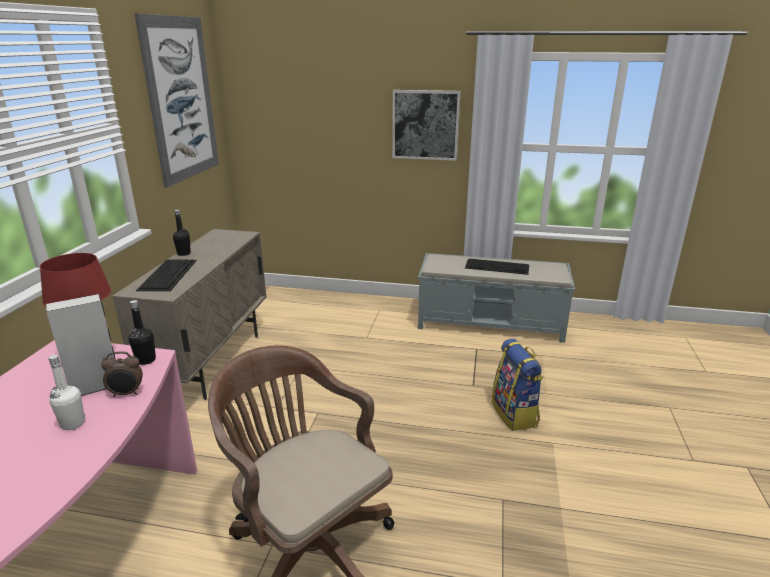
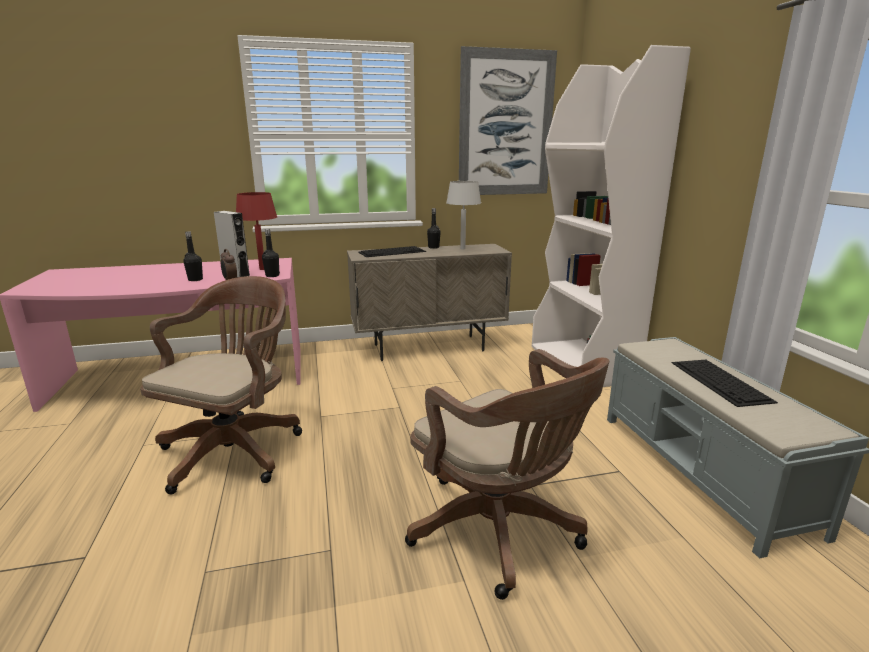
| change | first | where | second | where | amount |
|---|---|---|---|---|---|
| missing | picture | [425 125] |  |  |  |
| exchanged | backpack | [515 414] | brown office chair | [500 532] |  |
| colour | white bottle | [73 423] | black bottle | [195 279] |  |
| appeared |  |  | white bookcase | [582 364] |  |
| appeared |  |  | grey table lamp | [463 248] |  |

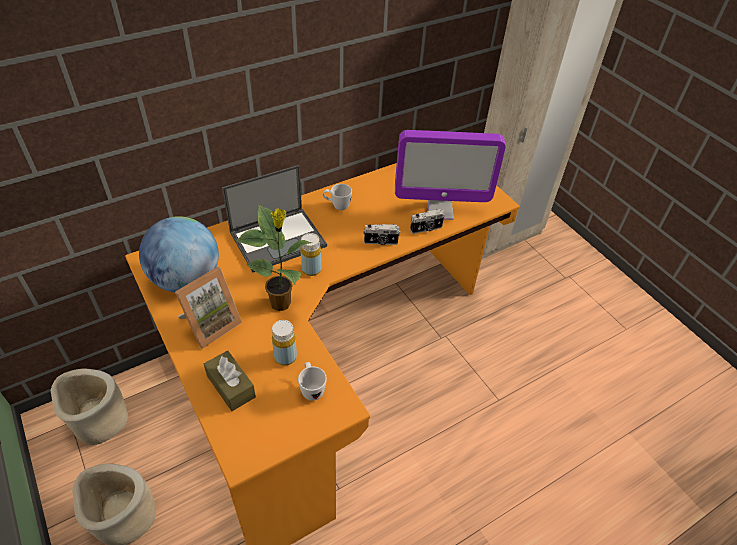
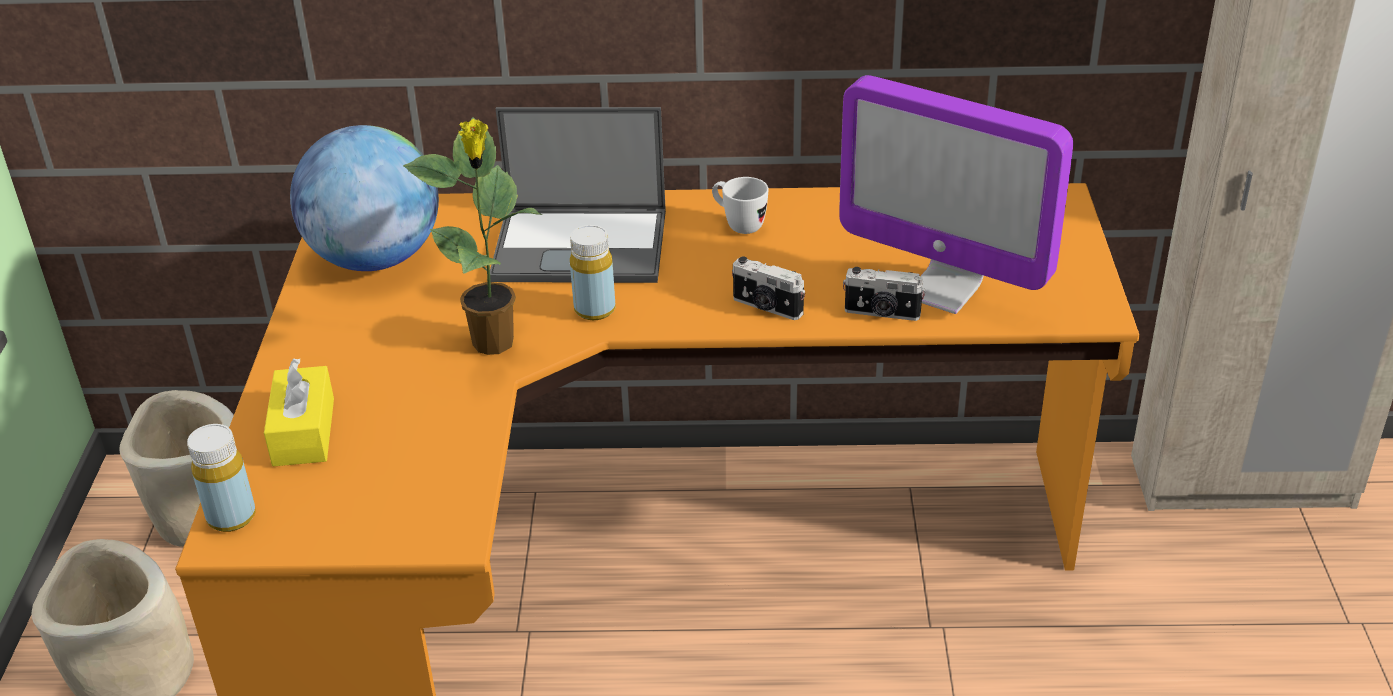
| change | first | where | second | where | amount |
|---|---|---|---|---|---|
| missing | picture frame | [210 324] |  |  |  |
| relocated | yellow bottle | [285 357] |  | [231 517] |  |
| colour | brown tissue box | [231 386] | yellow tissue box | [303 432] |  |
| missing | white mug | [311 389] |  |  |  |

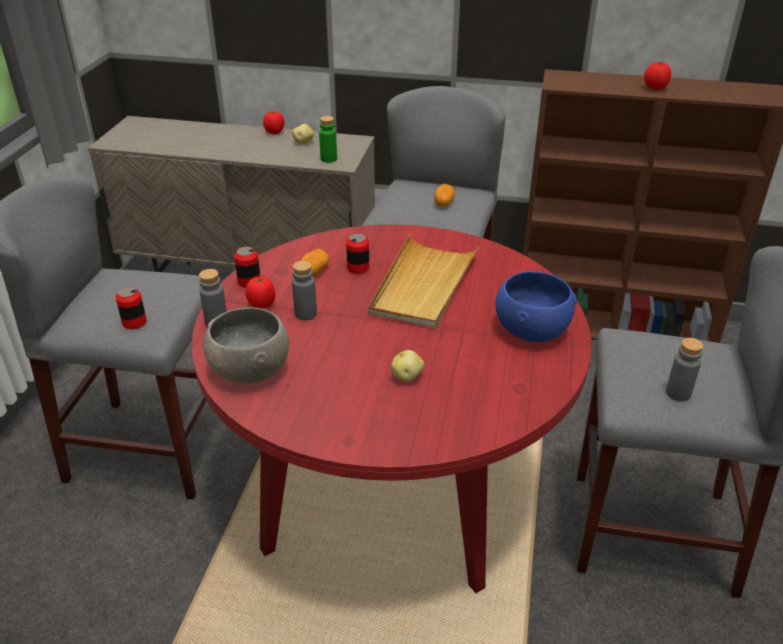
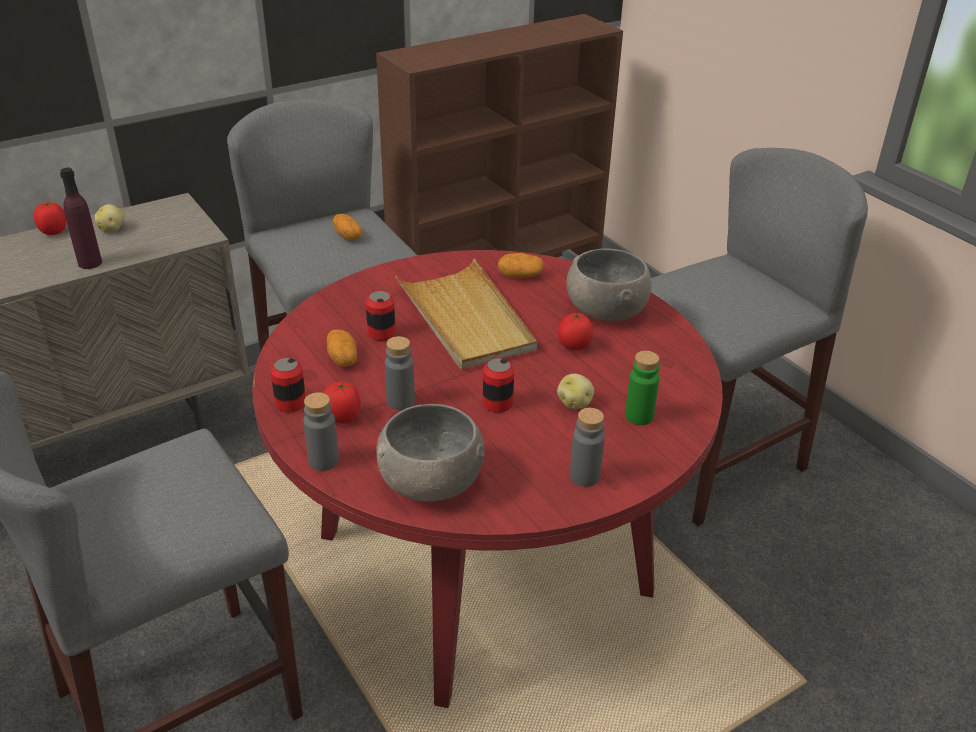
| change | first | where | second | where | amount |
|---|---|---|---|---|---|
| relocated | tomato | [654 88] |  | [573 347] |  |
| relocated | green bottle | [328 159] |  | [639 416] |  |
| colour | blue bowl | [531 329] | grey bowl | [605 310] |  |
| relocated | can | [134 322] |  | [497 403] |  |
| relocated | grey bottle | [678 393] |  | [584 476] |  |
| appeared |  |  | purple bottle | [90 263] |  |
| appeared |  |  | potato | [520 276] |  |

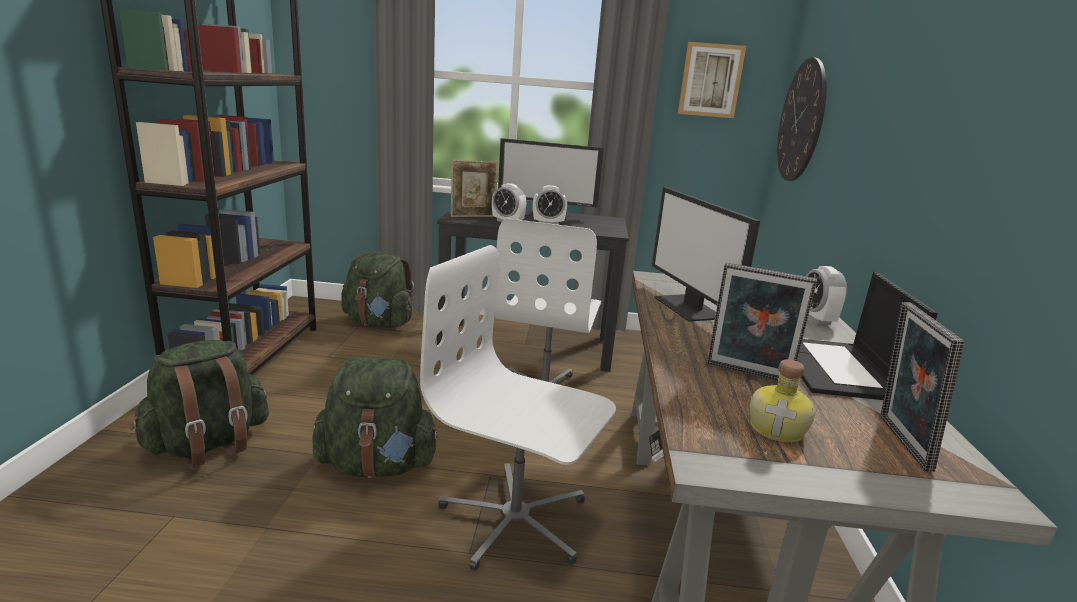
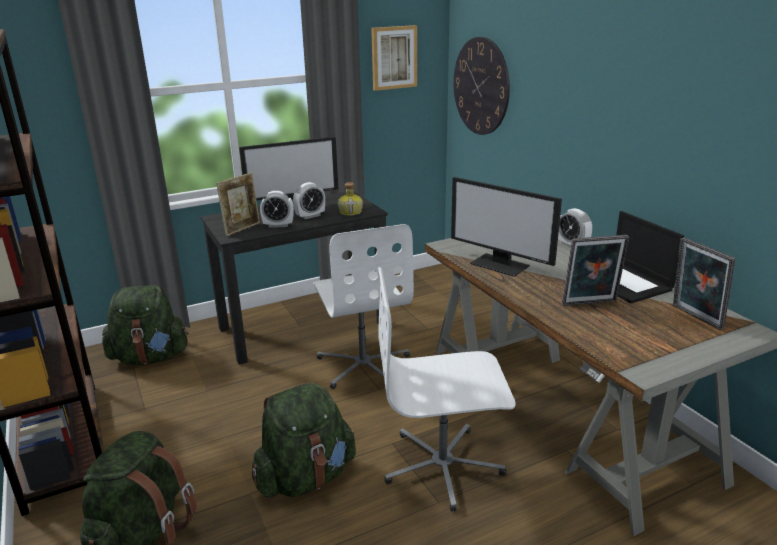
| change | first | where | second | where | amount |
|---|---|---|---|---|---|
| relocated | bottle | [778 429] |  | [351 212] |  |

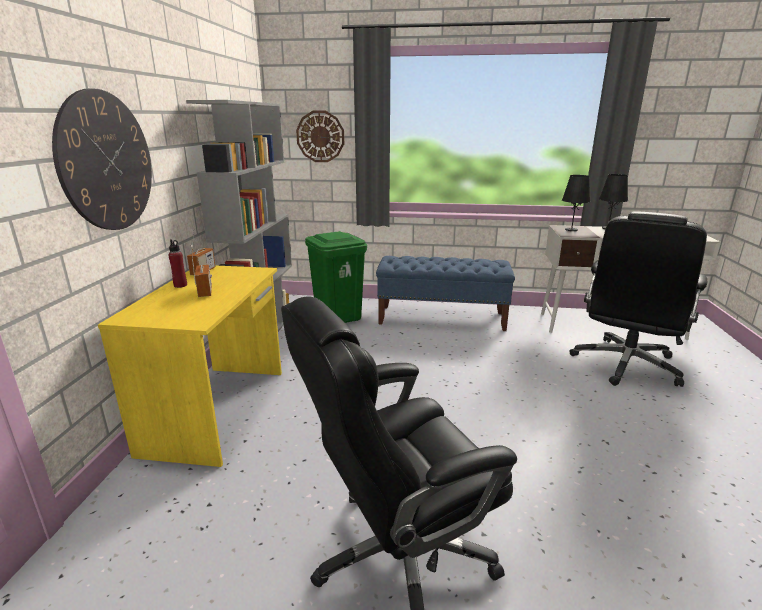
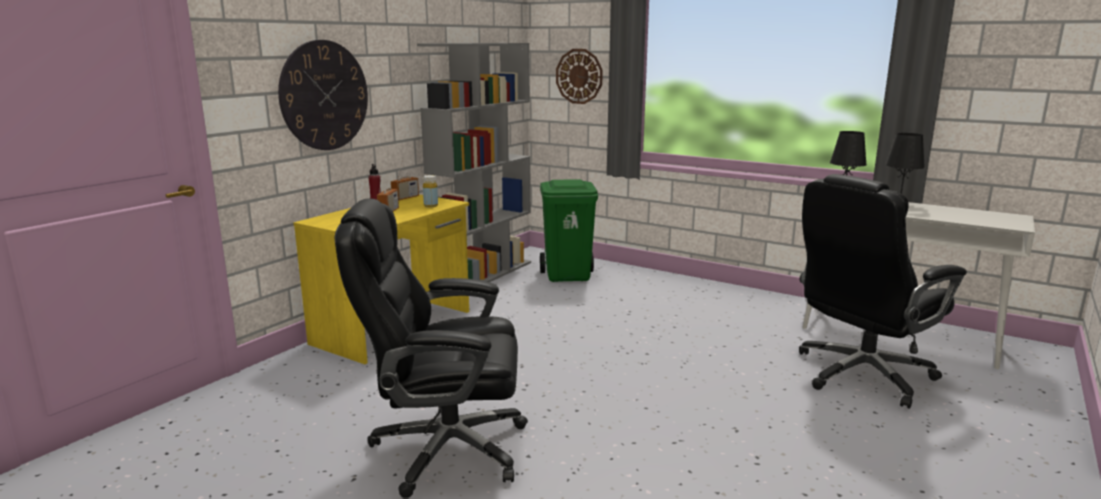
| change | first | where | second | where | amount |
|---|---|---|---|---|---|
| missing | blue bench | [442 318] |  |  |  |
| appeared |  |  | yellow bottle | [431 206] |  |

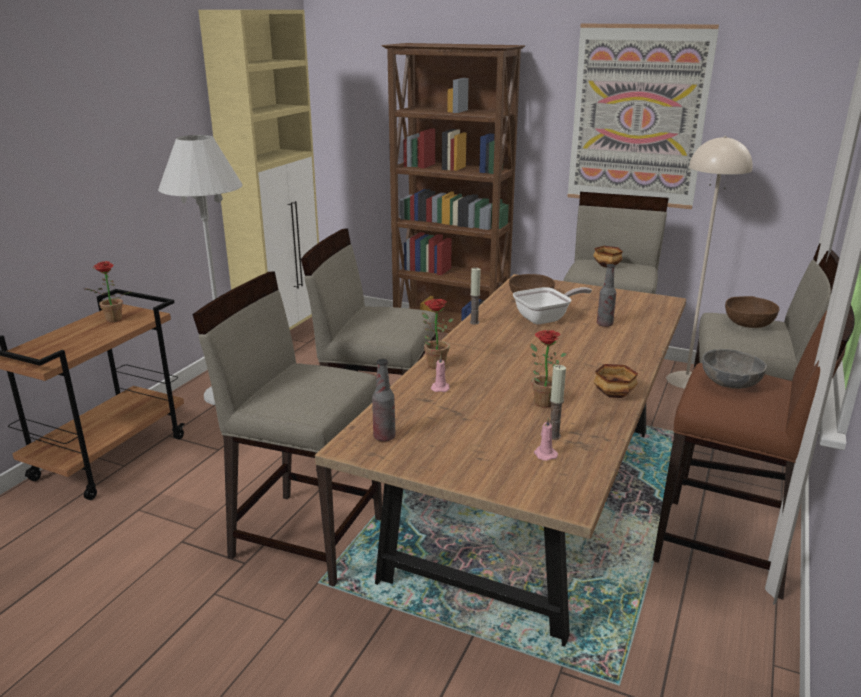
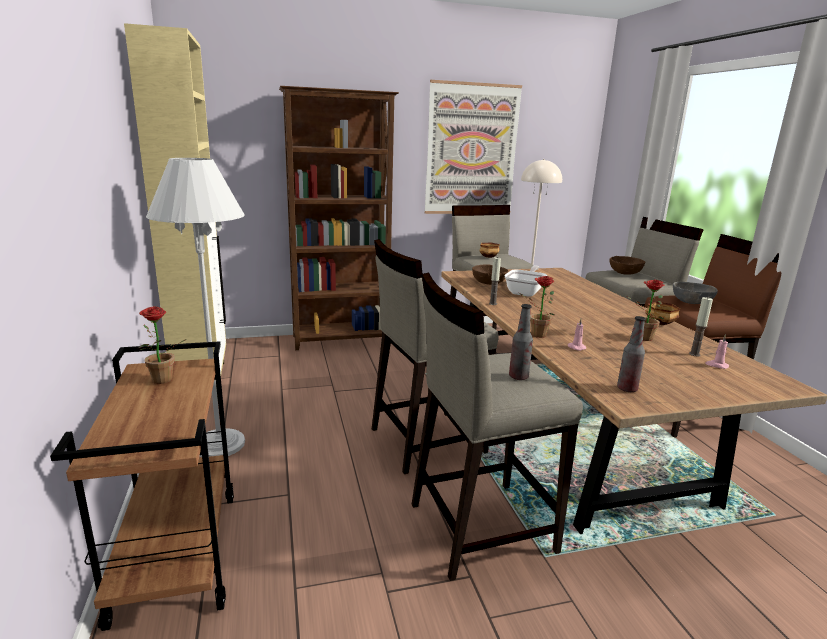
| change | first | where | second | where | amount |
|---|---|---|---|---|---|
| relocated | bottle | [604 324] |  | [518 377] |  |

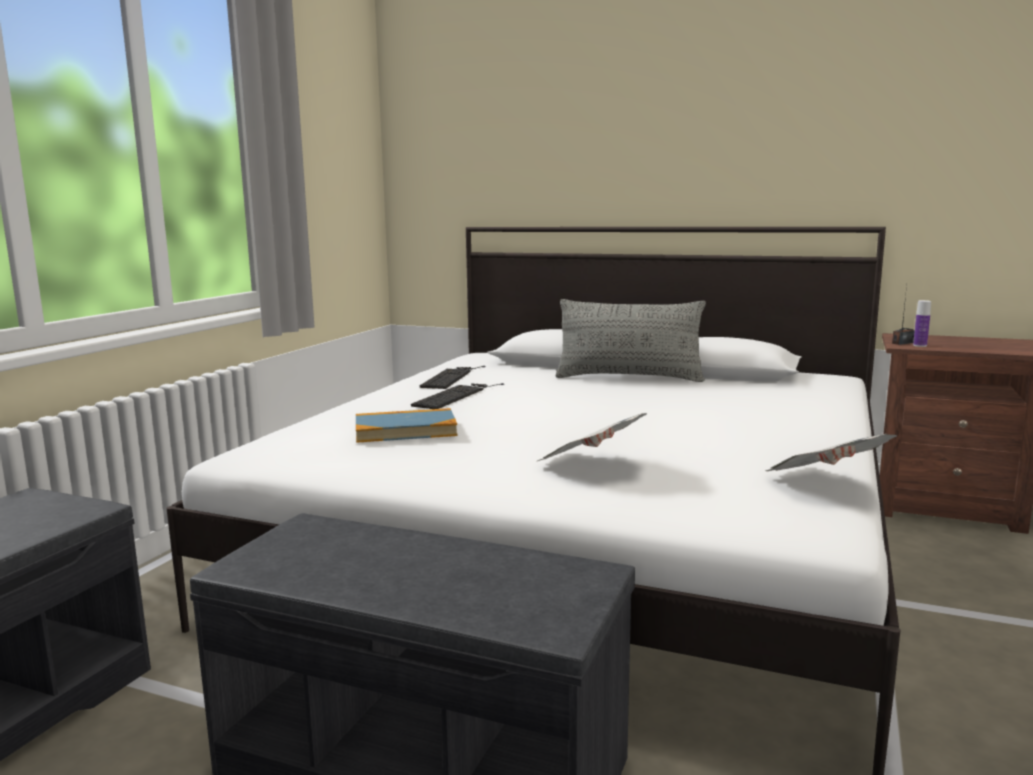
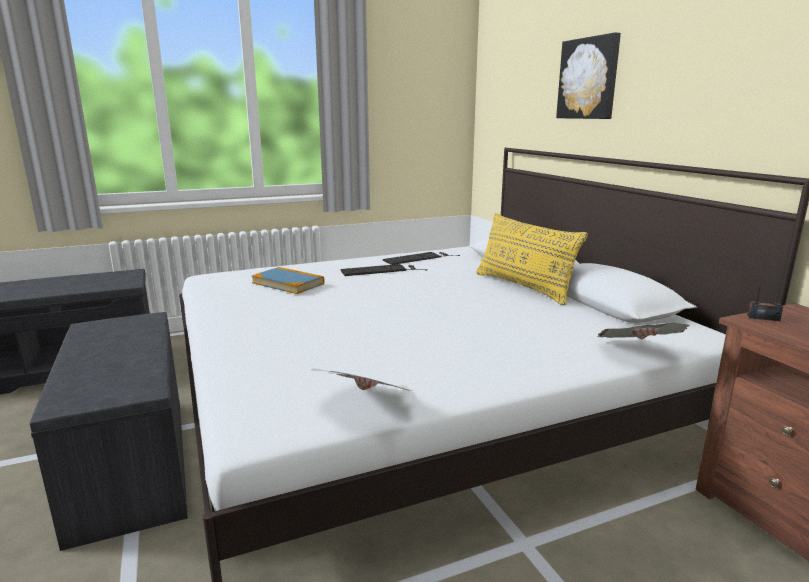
| change | first | where | second | where | amount |
|---|---|---|---|---|---|
| colour | grey pillow | [629 378] | yellow pillow | [523 287] |  |
| missing | bottle | [920 345] |  |  |  |
| relocated | newspaper | [590 466] |  | [637 352] |  |
| appeared |  |  | picture | [589 78] |  |

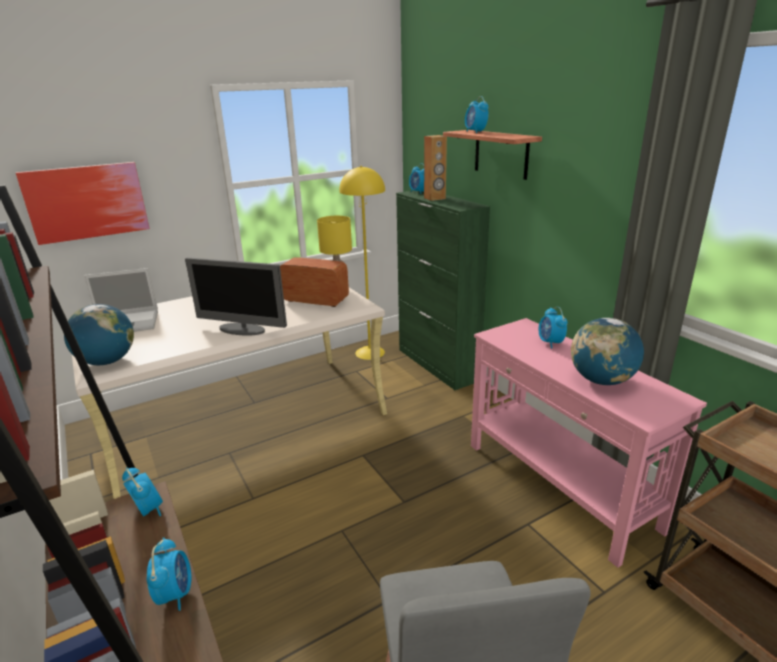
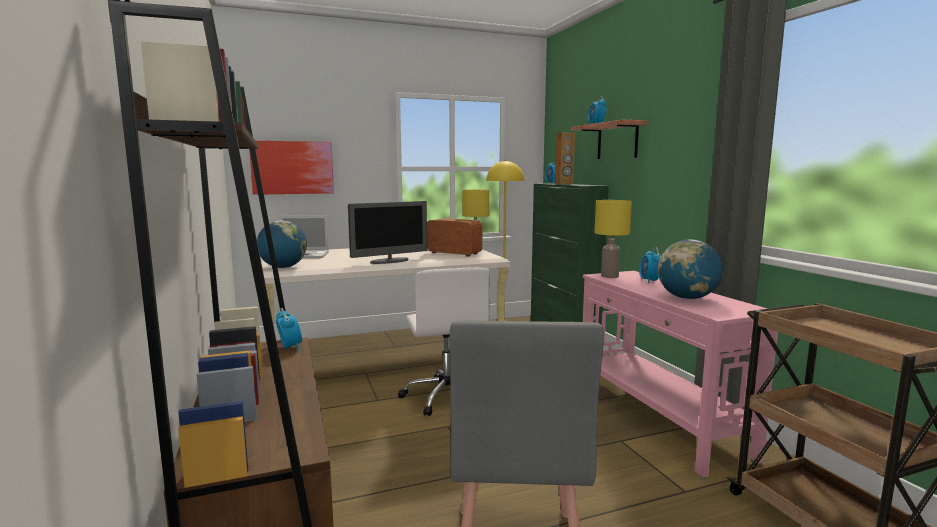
| change | first | where | second | where | amount |
|---|---|---|---|---|---|
| spun | monitor | [242 330] |  | [390 261] | 60 degrees counterclockwise |
| missing | alarm clock | [175 593] |  |  |  |
| appeared |  |  | yellow table lamp | [609 276] |  |
| appeared |  |  | white office chair | [446 396] |  |

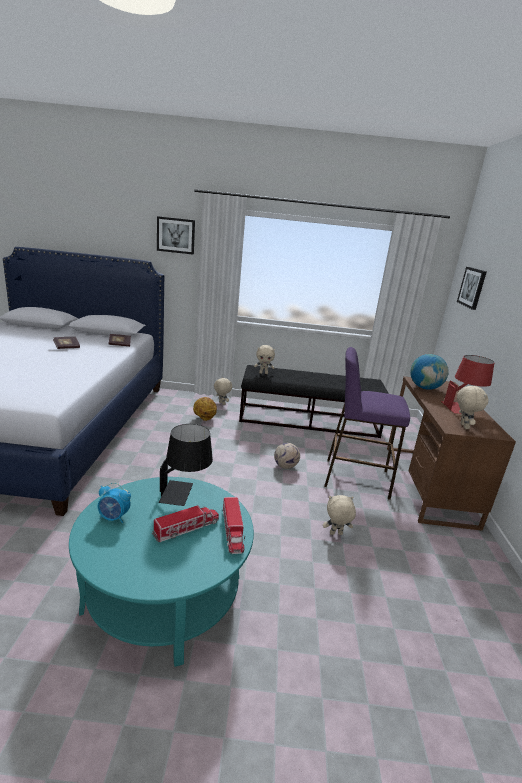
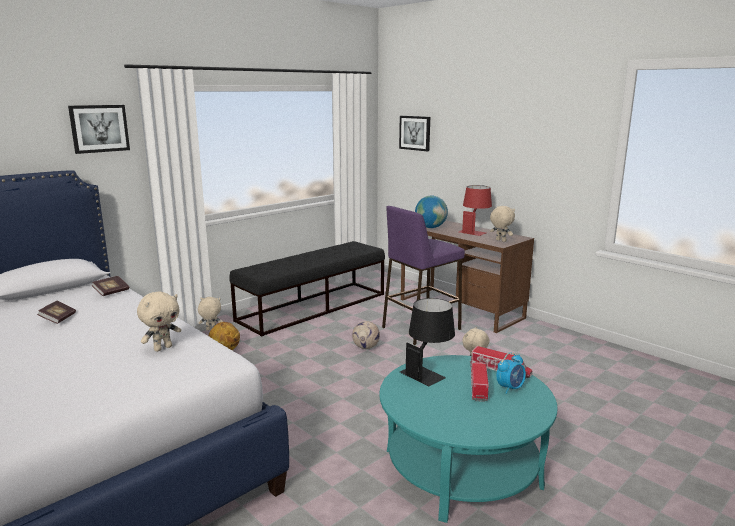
| change | first | where | second | where | amount |
|---|---|---|---|---|---|
| relocated | beige plush toy | [263 373] |  | [163 348] |  |
| relocated | alarm clock | [114 518] |  | [510 388] |  |

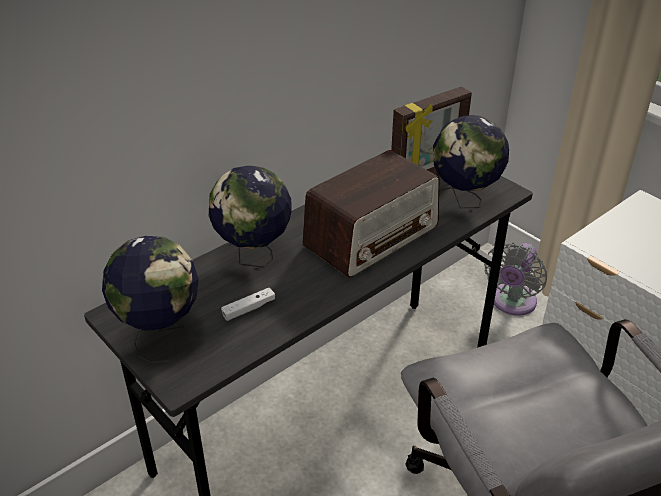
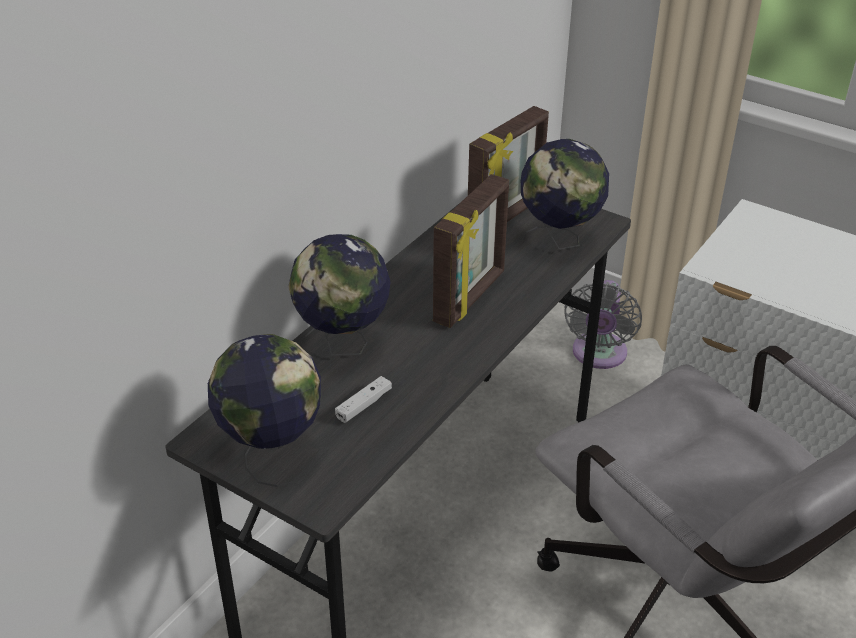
| change | first | where | second | where | amount |
|---|---|---|---|---|---|
| exchanged | radio | [372 236] | picture frame | [471 297] |  |

